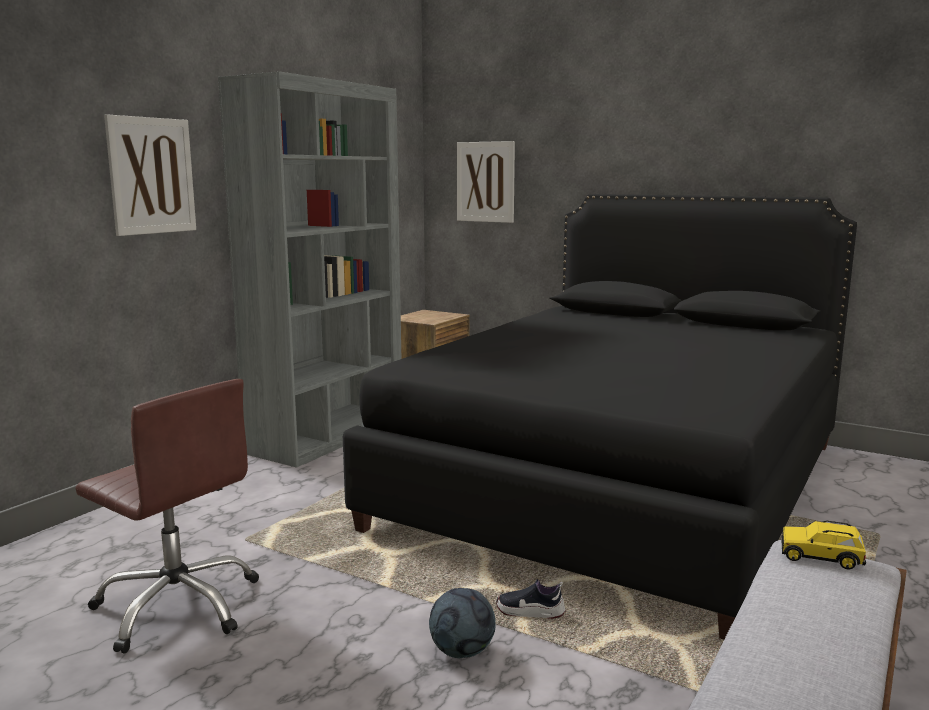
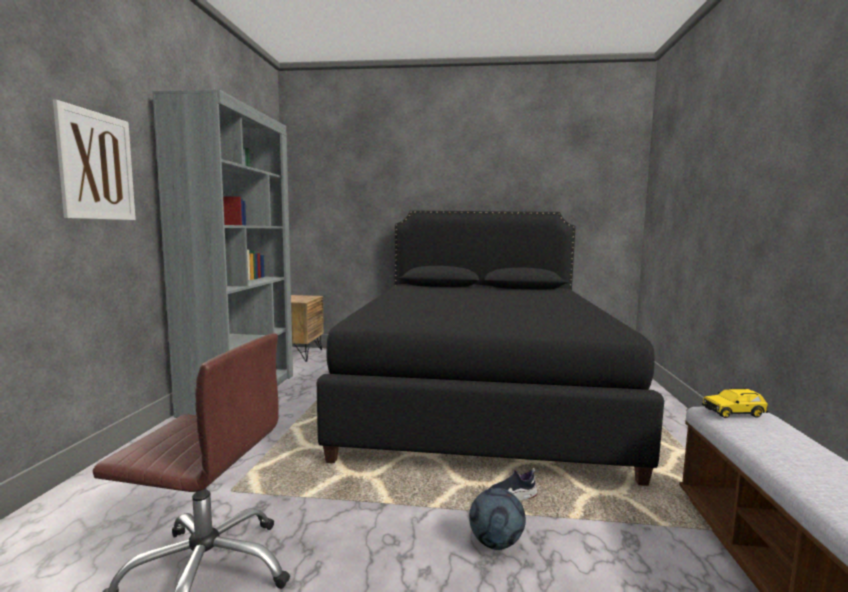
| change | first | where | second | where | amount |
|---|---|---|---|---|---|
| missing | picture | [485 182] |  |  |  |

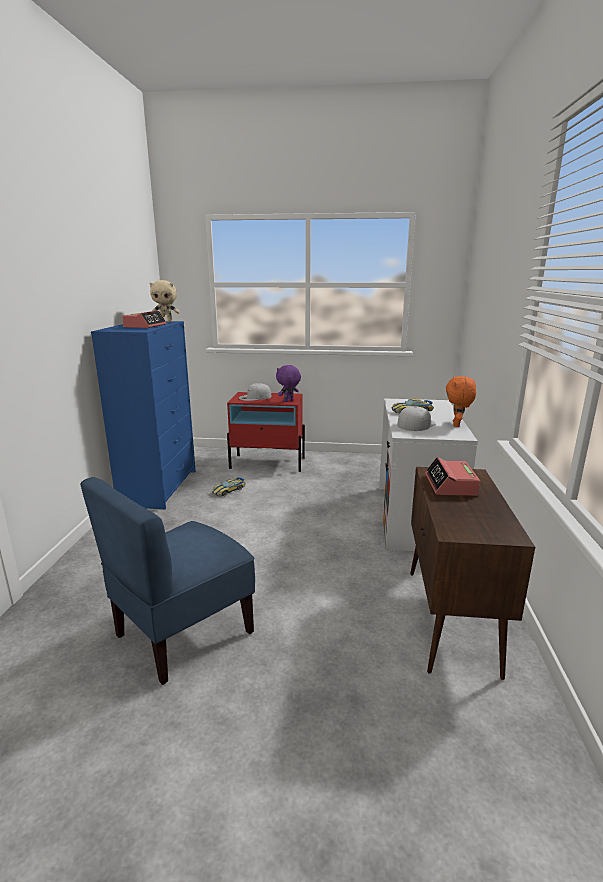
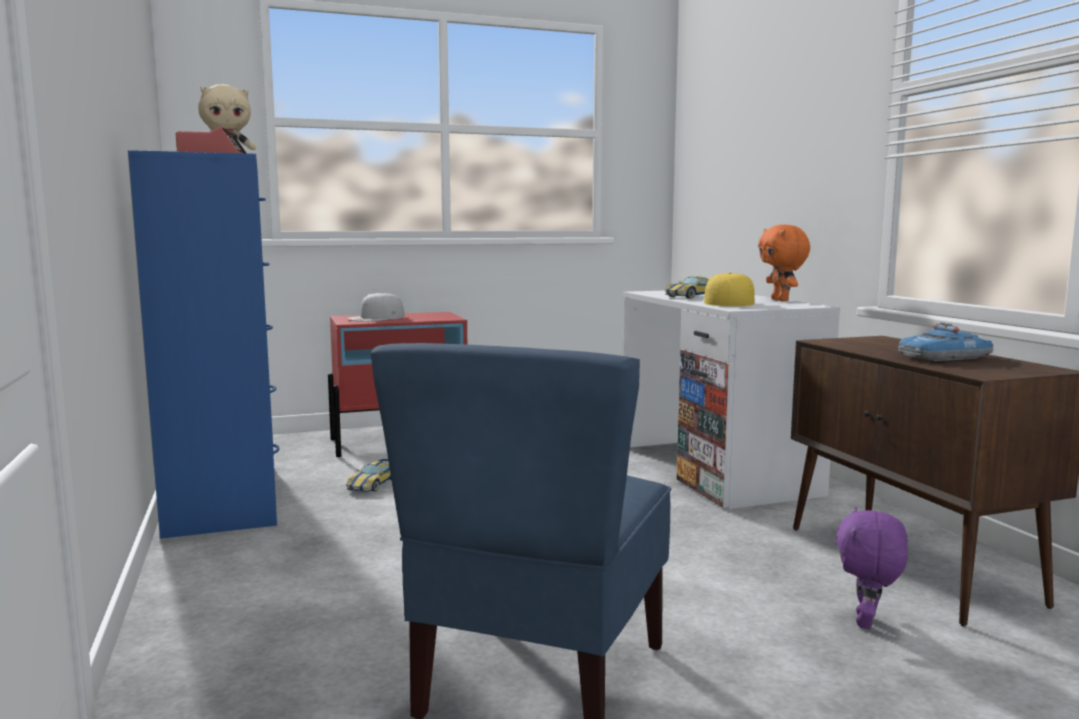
| change | first | where | second | where | amount |
|---|---|---|---|---|---|
| relocated | purple plush toy | [288 401] |  | [867 622] |  |
| colour | white cap | [415 424] | yellow cap | [728 302] |  |
| missing | alarm clock | [450 485] |  |  |  |
| appeared |  |  | toy car | [945 357] |  |

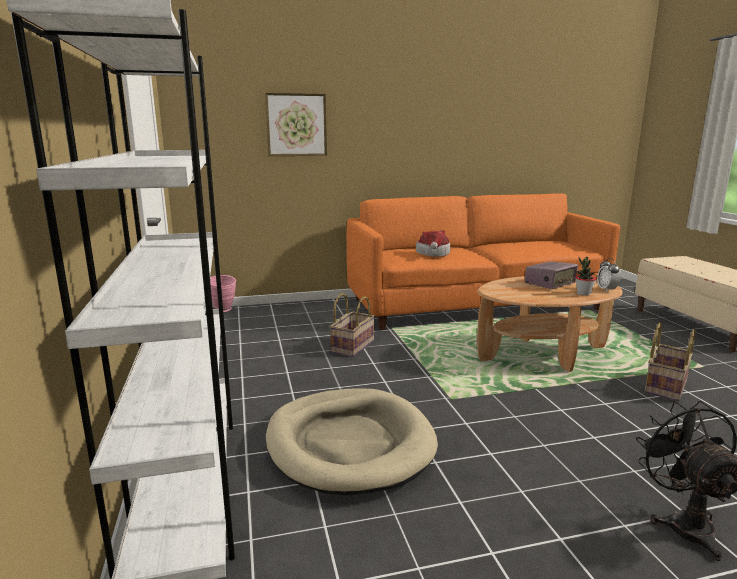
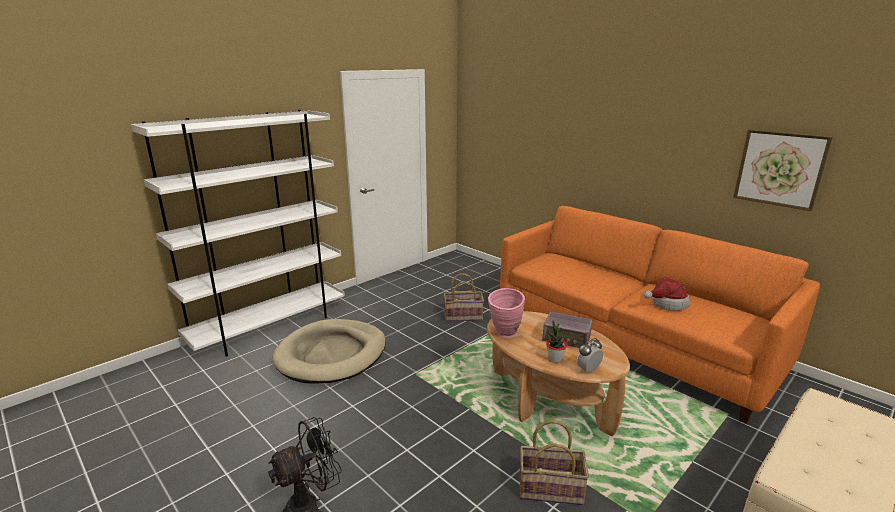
| change | first | where | second | where | amount |
|---|---|---|---|---|---|
| relocated | picture | [296 125] |  | [780 169] |  |
| relocated | hat | [433 254] |  | [666 303] |  |
| relocated | pink vase | [224 310] |  | [504 335] |  |

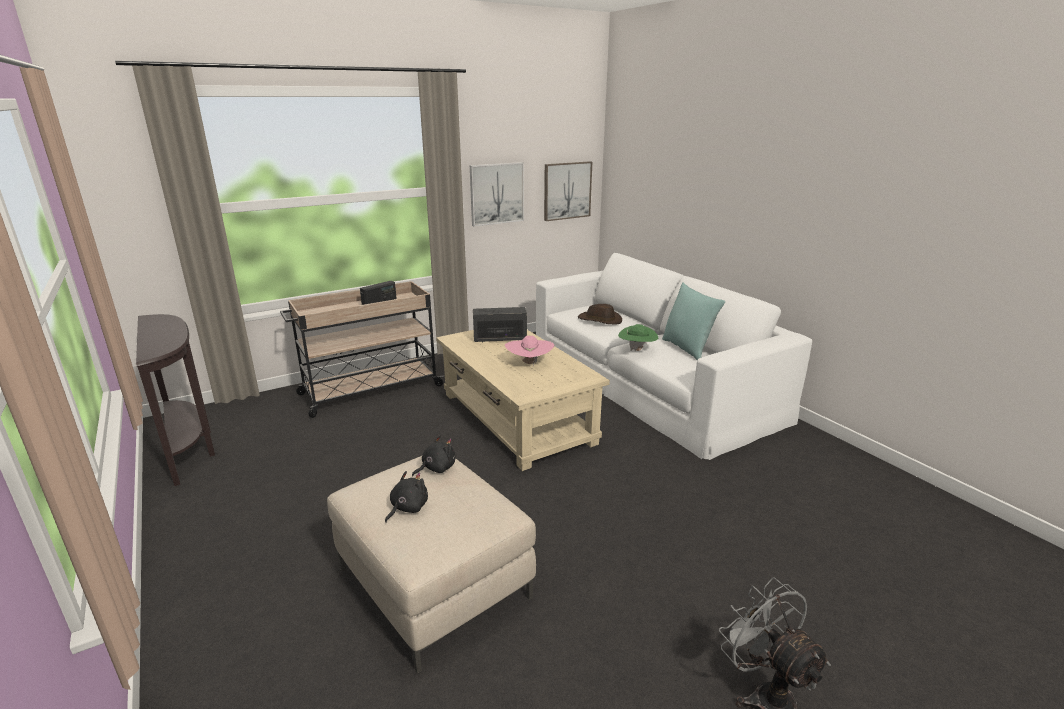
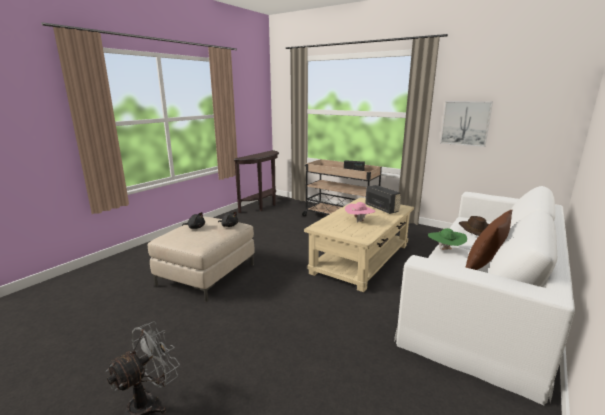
| change | first | where | second | where | amount |
|---|---|---|---|---|---|
| missing | picture | [567 190] |  |  |  |
| colour | turquoise pillow | [687 349] | brown pillow | [483 268] |  |

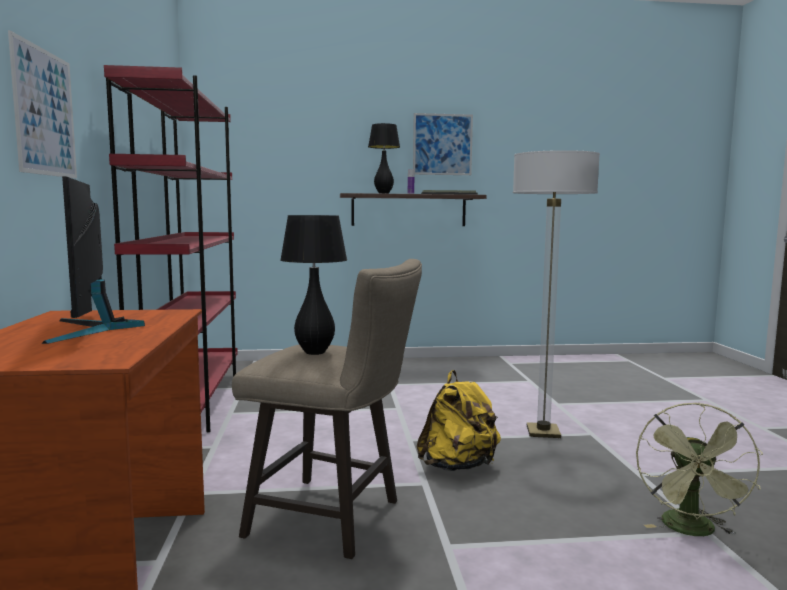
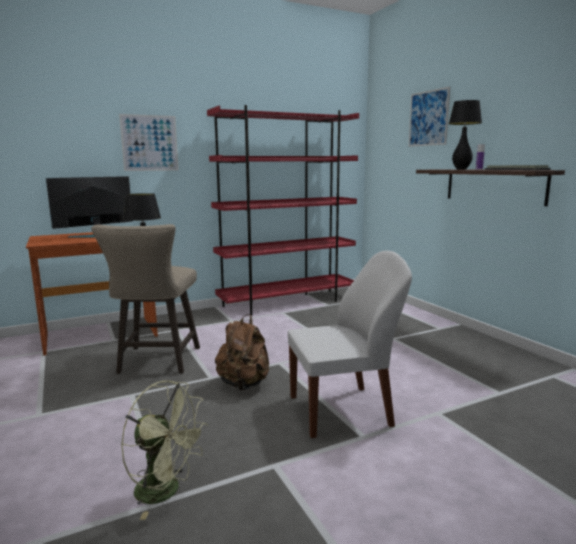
| change | first | where | second | where | amount |
|---|---|---|---|---|---|
| relocated | picture | [442 144] |  | [428 118] |  |
| exchanged | floor lamp | [543 432] | white chair | [343 411] |  |
| colour | yellow backpack | [458 466] | brown backpack | [244 384] |  |
| spun | green fan | [692 531] |  | [166 491] | 150 degrees counterclockwise |

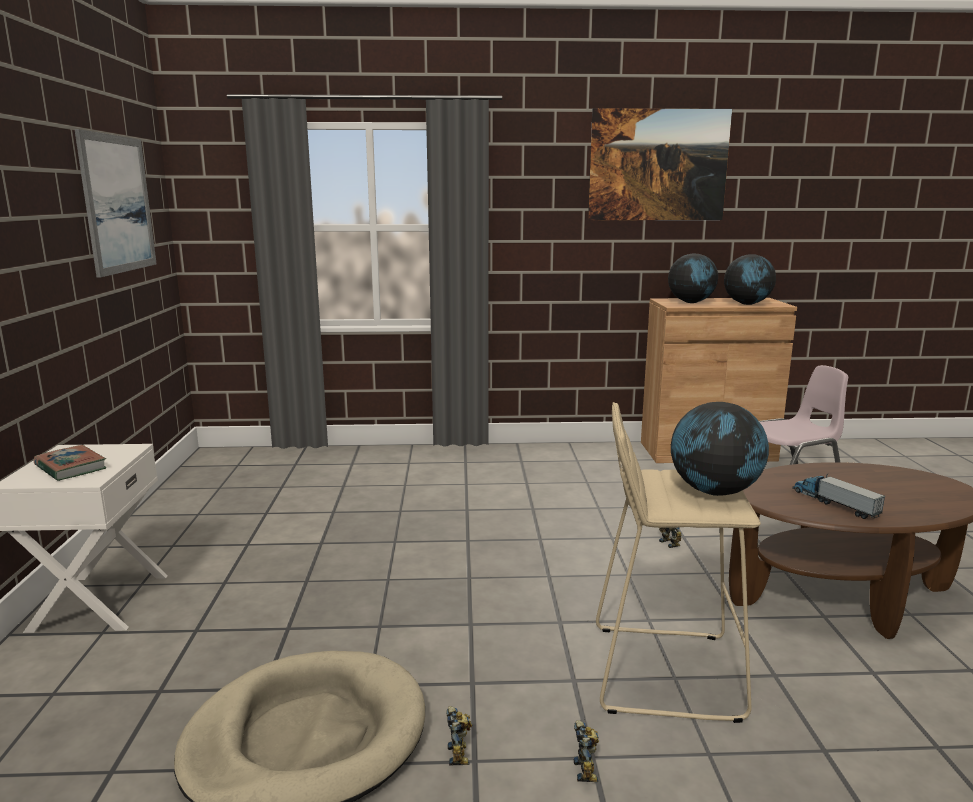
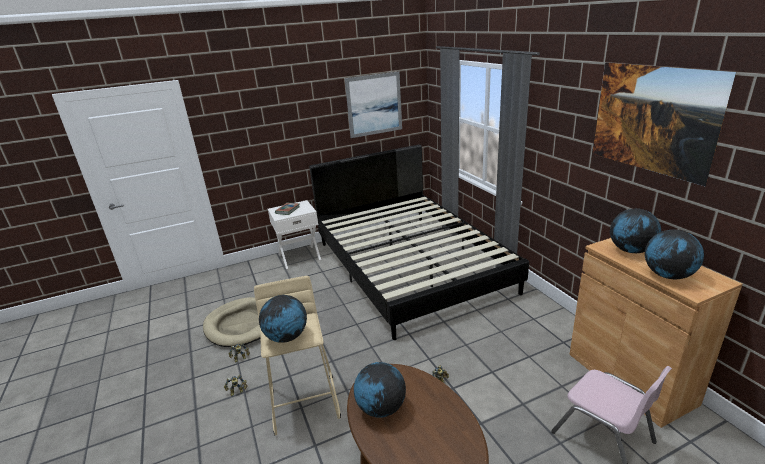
| change | first | where | second | where | amount |
|---|---|---|---|---|---|
| exchanged | toy truck | [834 504] | globe | [381 408] |  |
| appeared |  |  | black bed | [410 265] |  |

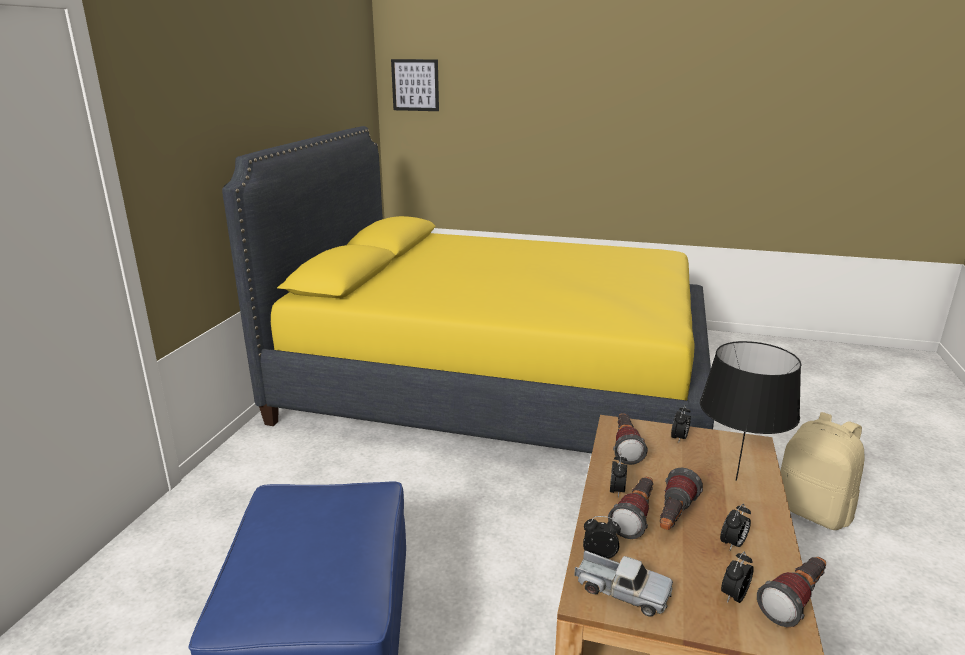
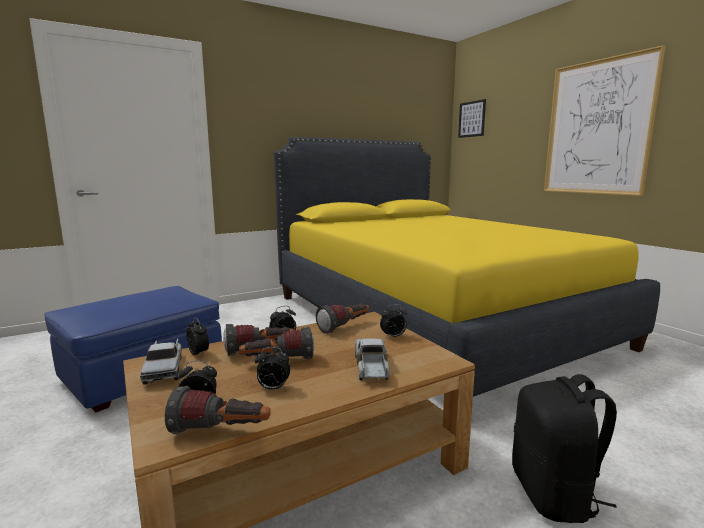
| change | first | where | second | where | amount |
|---|---|---|---|---|---|
| exchanged | black table lamp | [736 480] | toy truck | [371 368] |  |
| colour | beige backpack | [813 511] | black backpack | [554 494] |  |
| appeared |  |  | picture | [597 128] |  |

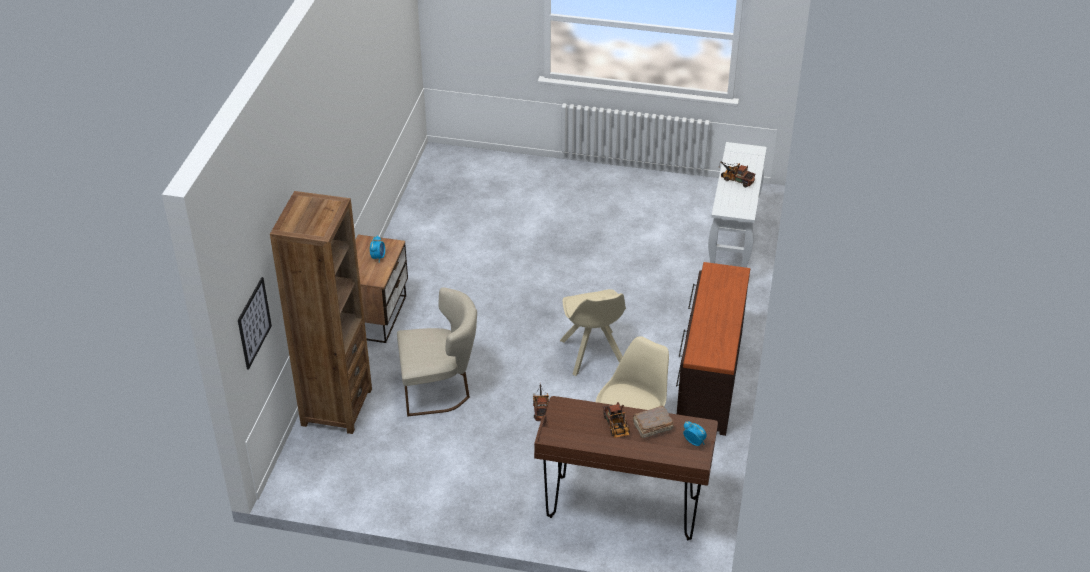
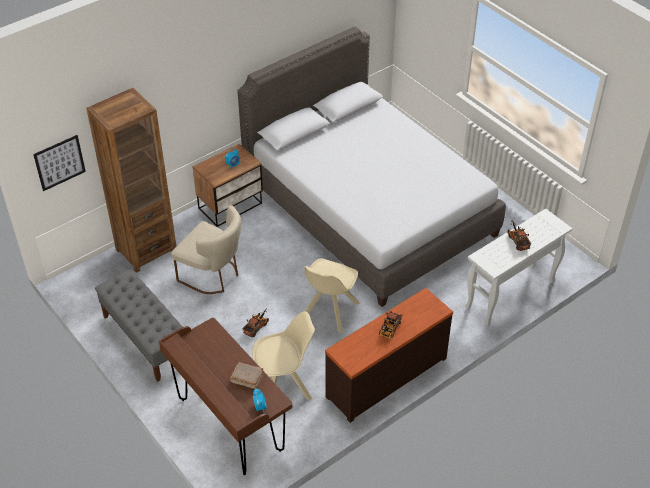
| change | first | where | second | where | amount |
|---|---|---|---|---|---|
| relocated | toy truck | [616 427] |  | [389 330] |  |
| appeared |  |  | grey bed | [369 209] |  |
| appeared |  |  | grey bench | [146 339] |  |

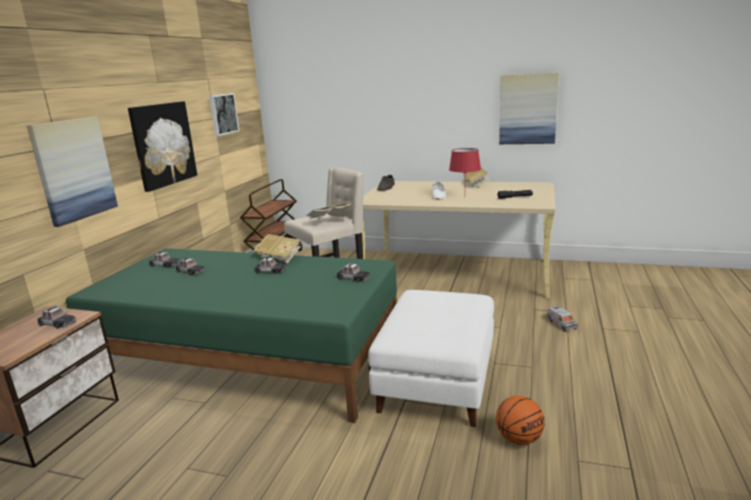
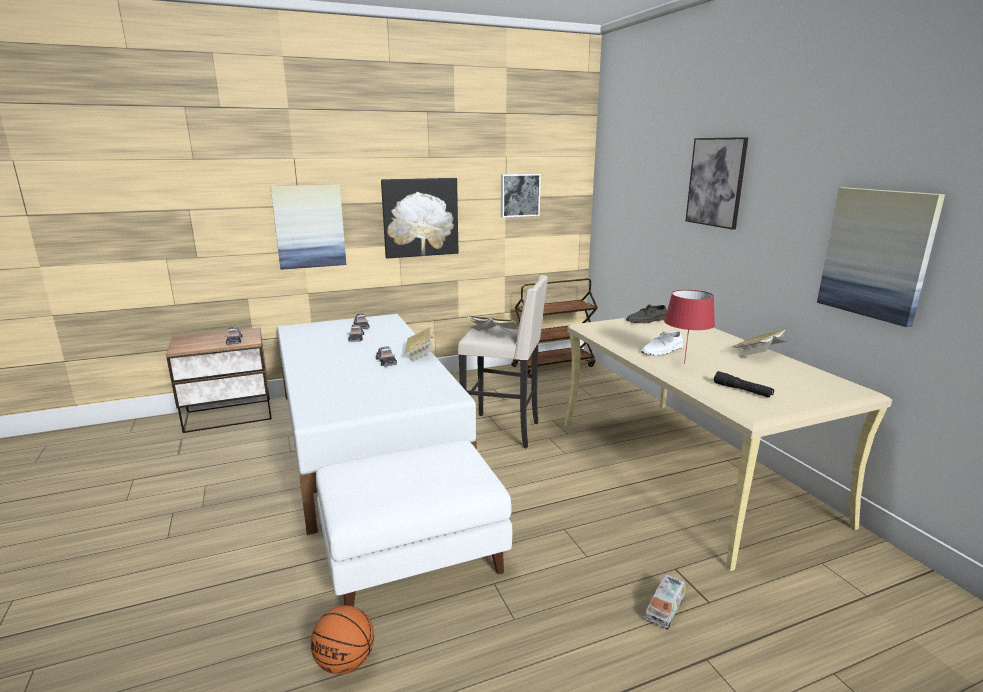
| change | first | where | second | where | amount |
|---|---|---|---|---|---|
| colour | green bed | [249 359] | white bed | [367 438] |  |
| missing | toy car | [353 278] |  |  |  |
| appeared |  |  | picture | [716 182] |  |

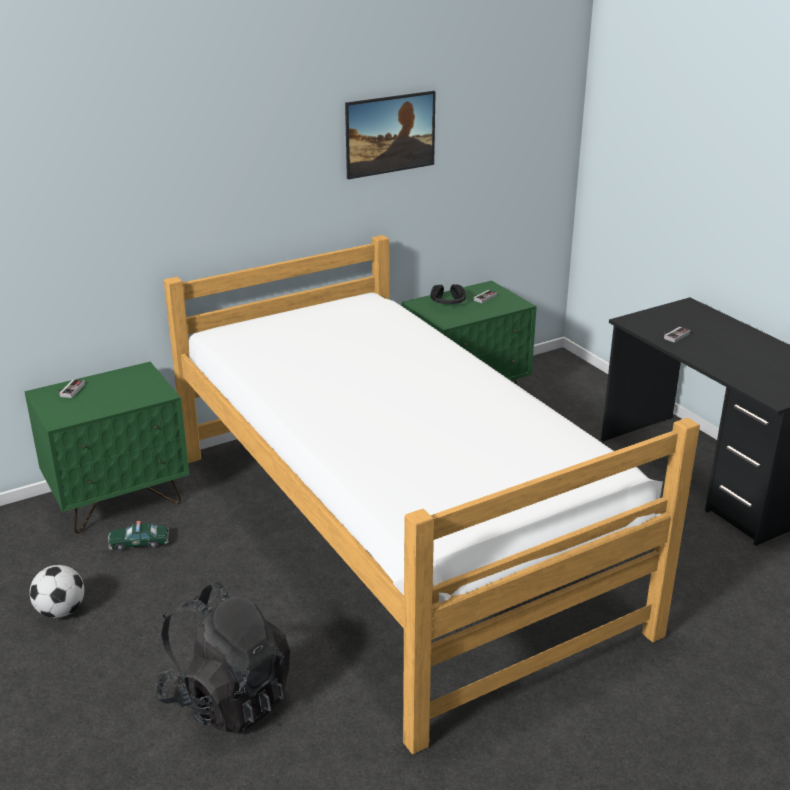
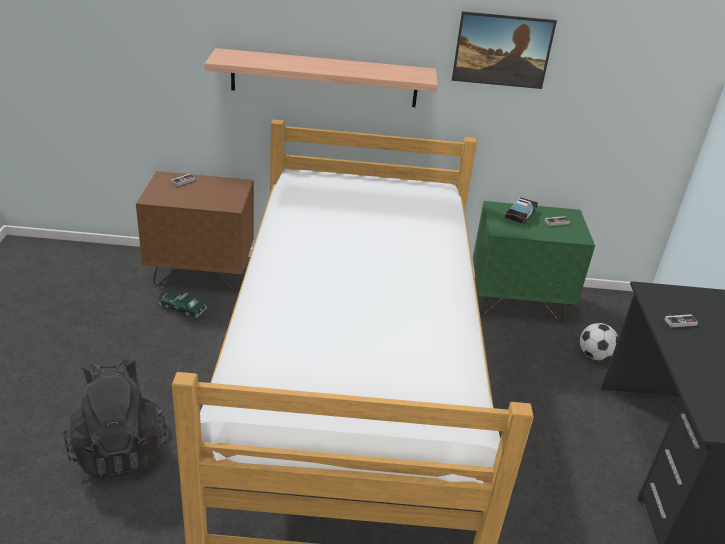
| change | first | where | second | where | amount |
|---|---|---|---|---|---|
| exchanged | black headphones | [448 302] | toy car | [520 215] |  |
| colour | green nightstand | [119 500] | brown nightstand | [201 273] |  |
| relocated | football | [61 611] |  | [594 355] |  |
| appeared |  |  | shelf | [324 78] |  |

